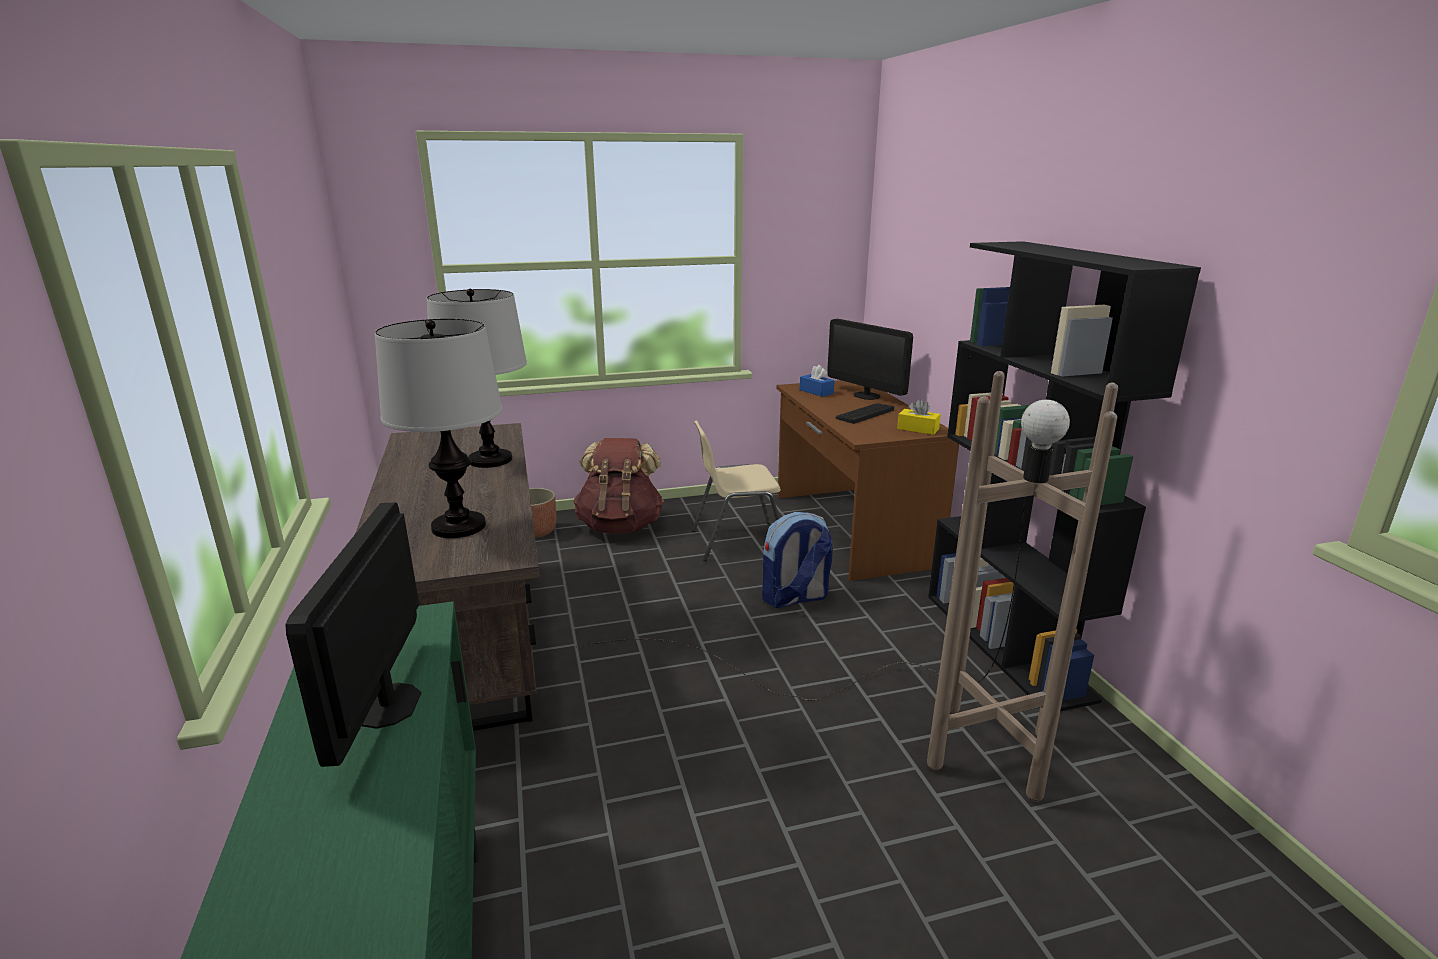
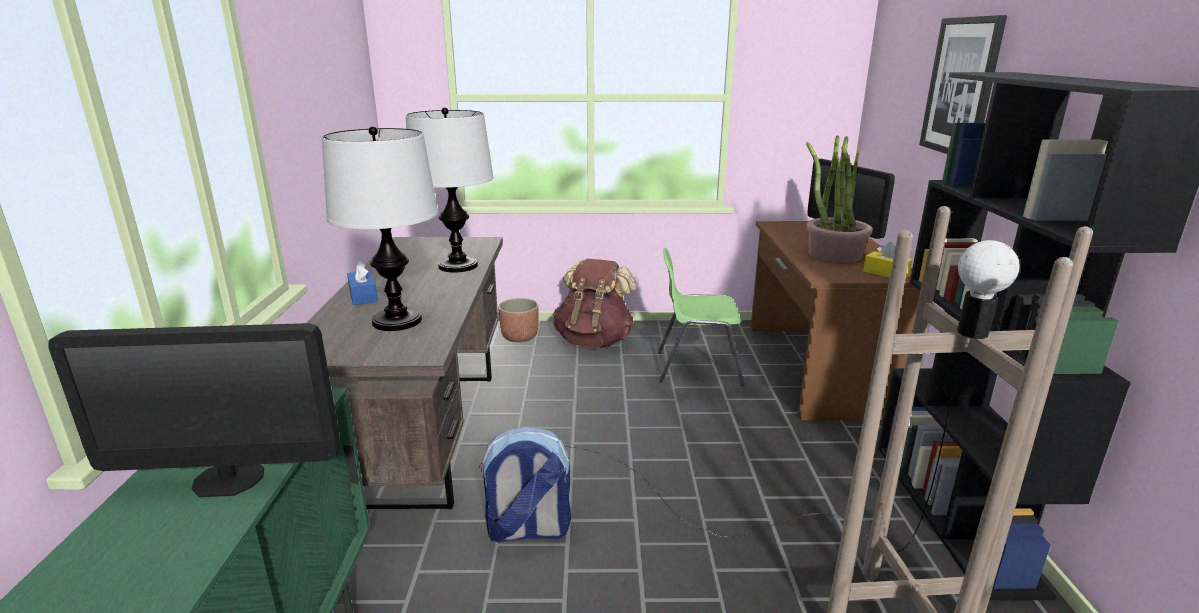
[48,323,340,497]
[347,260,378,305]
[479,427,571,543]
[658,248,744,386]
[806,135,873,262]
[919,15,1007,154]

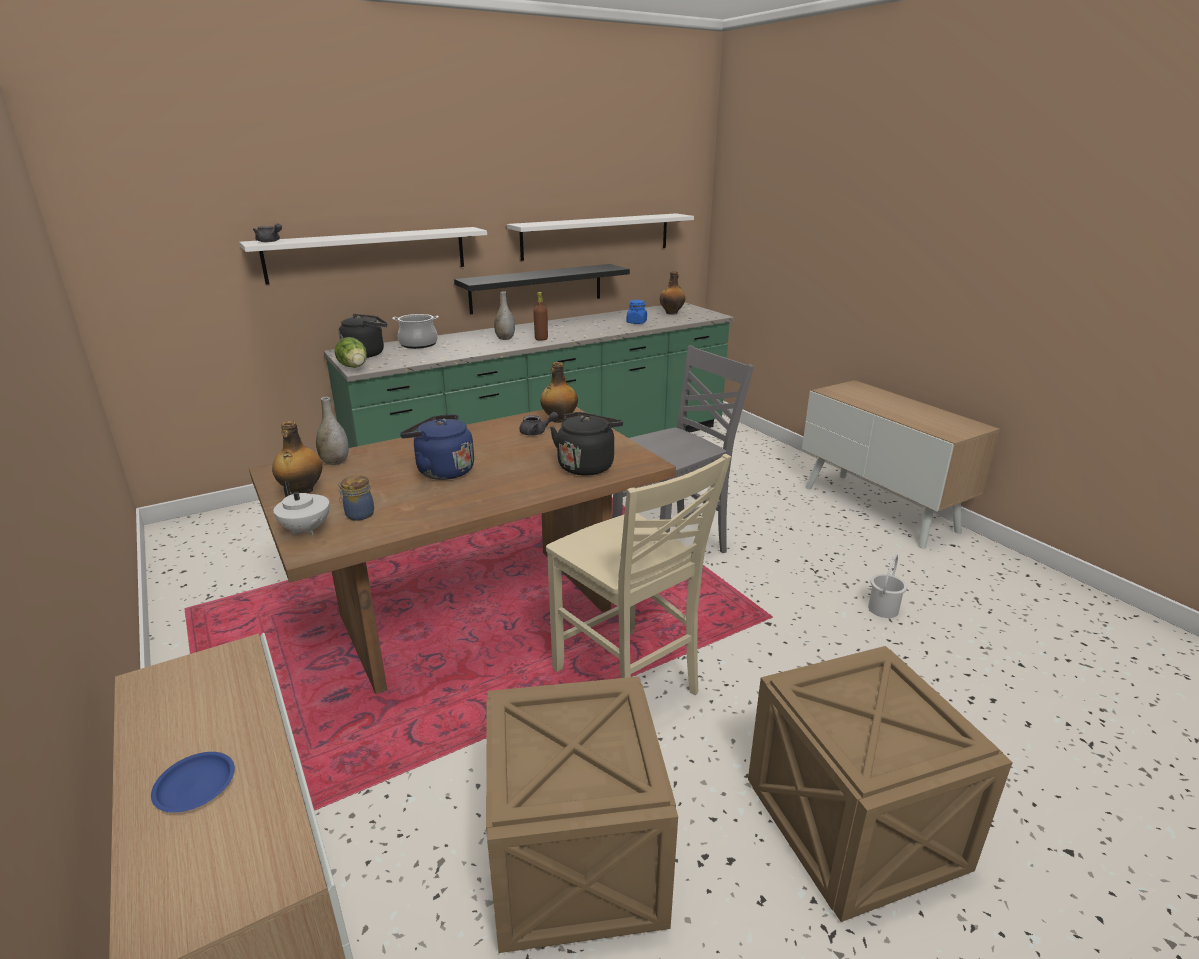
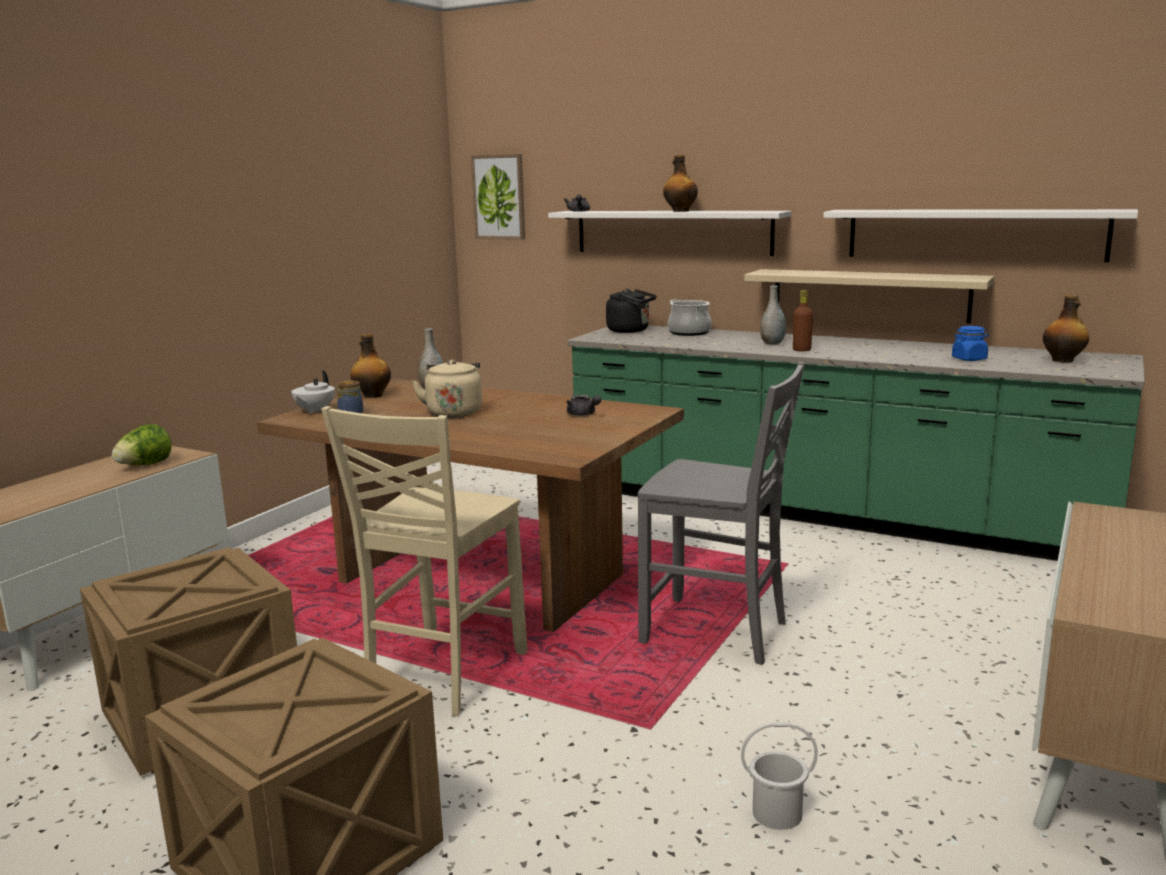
[112,424,172,465]
[412,360,482,418]
[471,154,525,240]
[663,155,698,212]
[744,269,994,323]
[151,752,235,813] (first image)
[550,412,623,476] (first image)

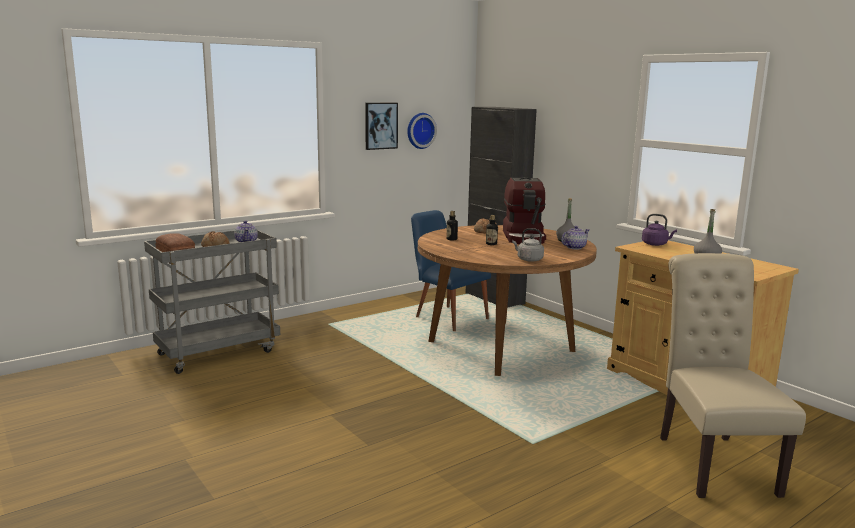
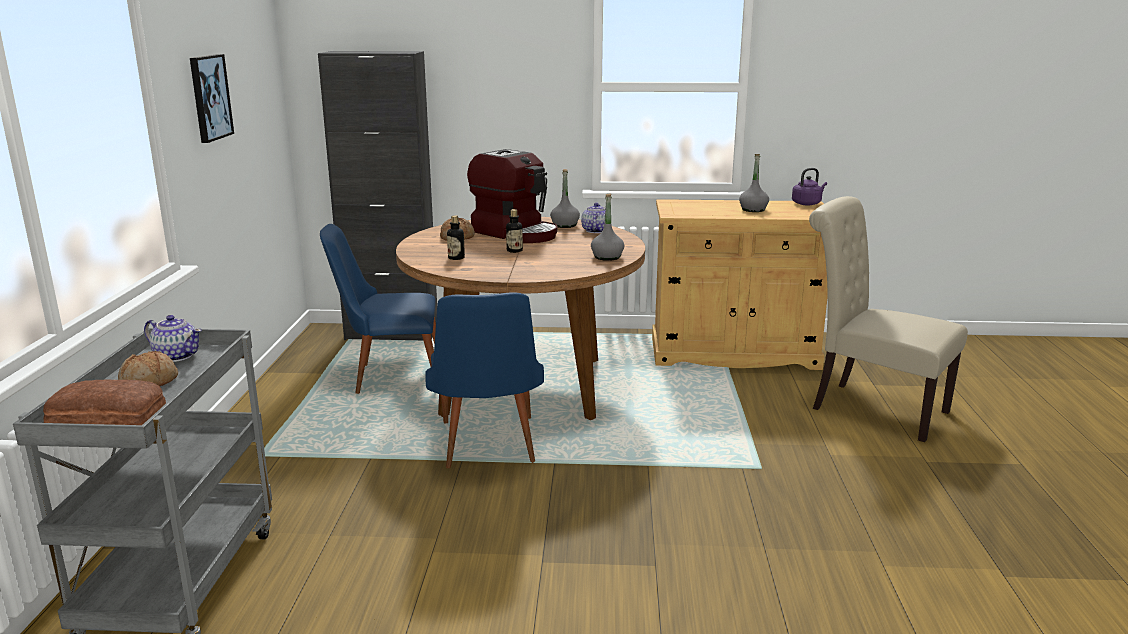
[425,292,544,468]
[591,194,624,261]
[792,168,827,206]
[407,113,437,149] (first image)

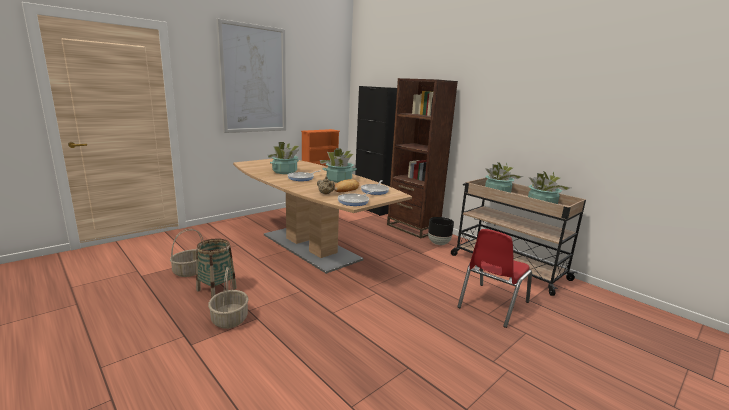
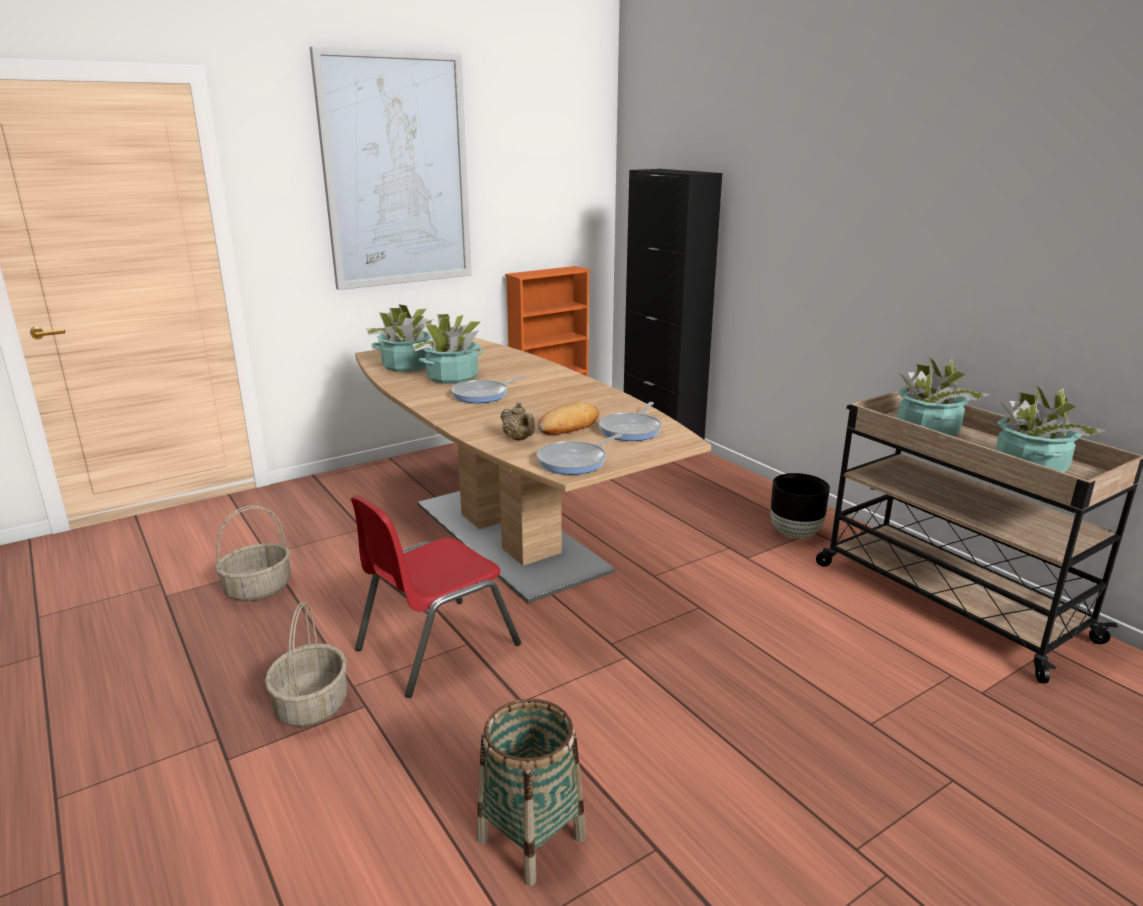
[351,495,521,698]
[365,304,433,372]
[477,699,586,886]
[387,78,458,238] (first image)

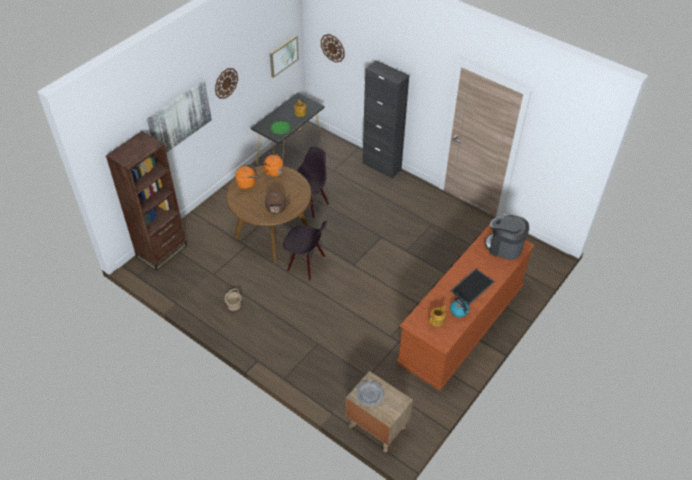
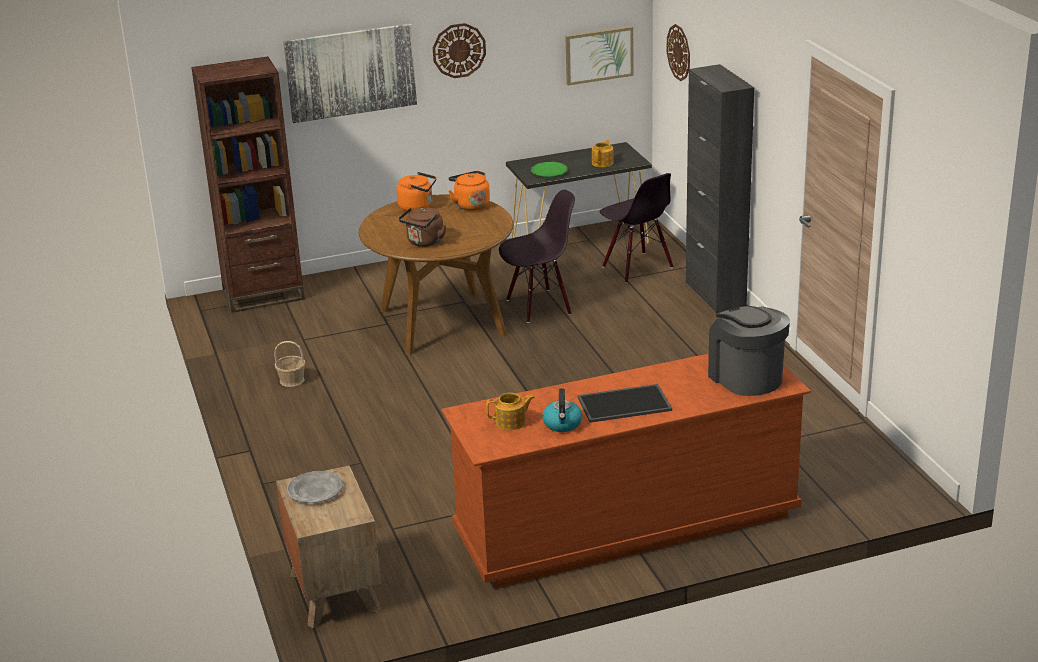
[599,173,674,283]

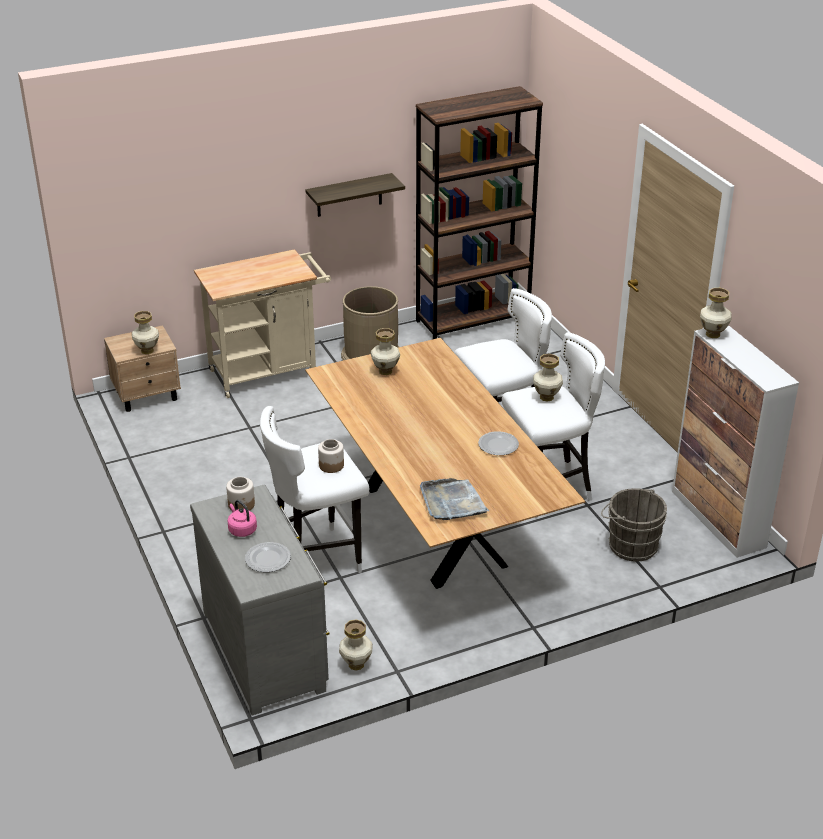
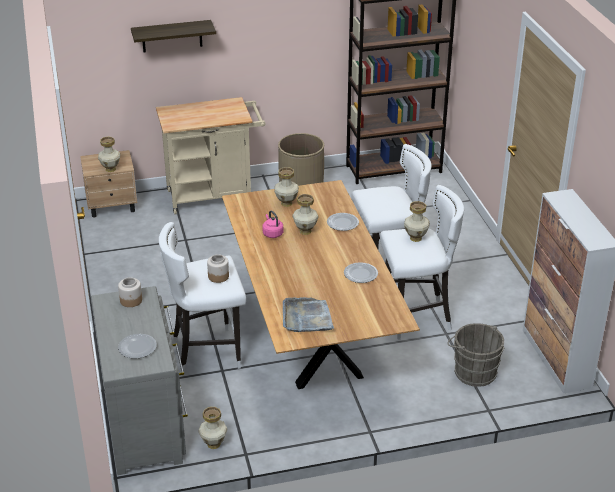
[131,20,216,53]
[262,211,283,238]
[292,194,319,235]
[327,213,359,231]

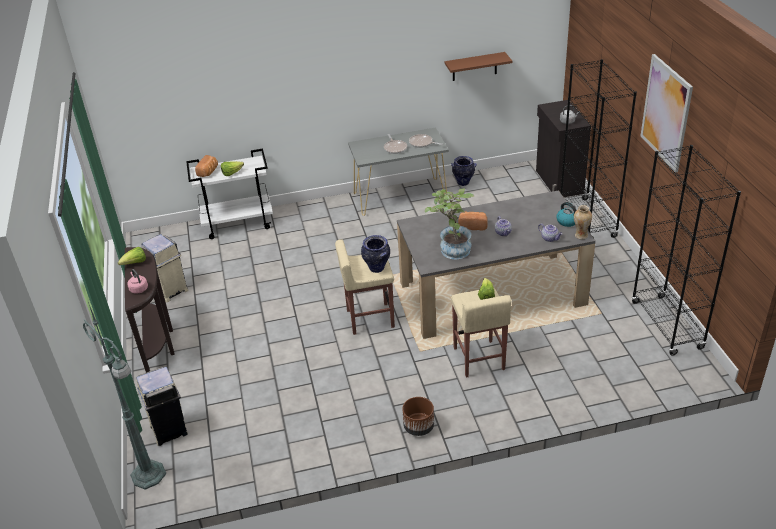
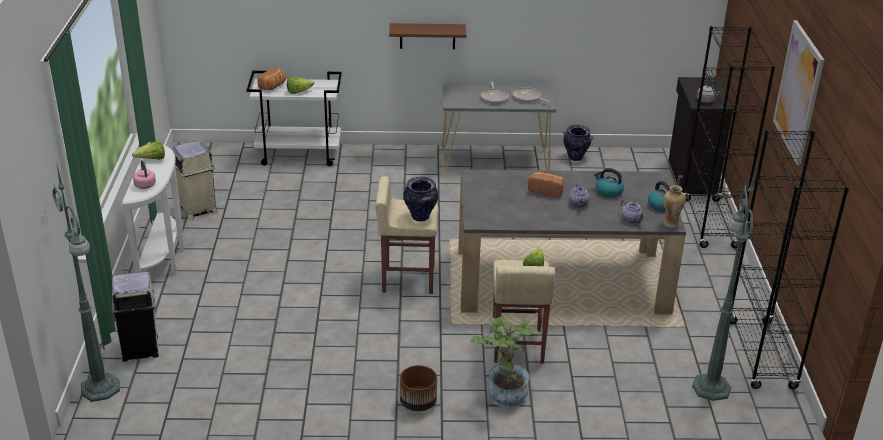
[122,142,185,274]
[389,23,466,49]
[471,317,539,408]
[594,168,624,198]
[692,166,756,401]

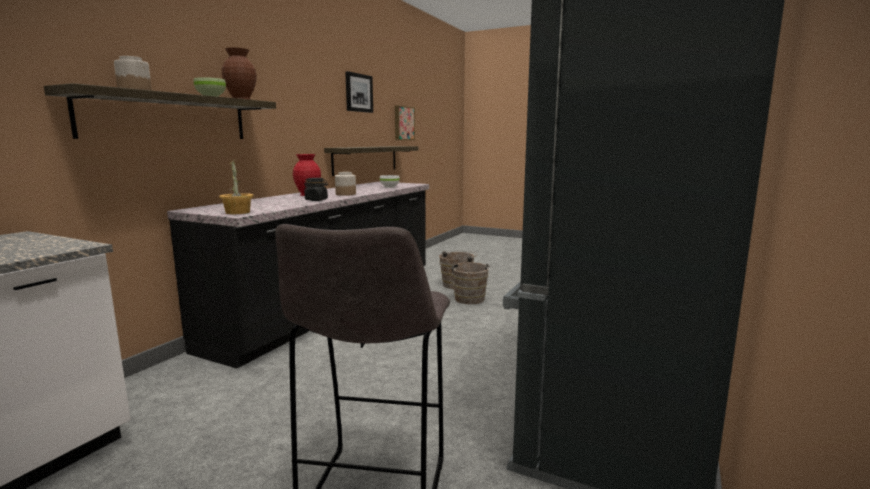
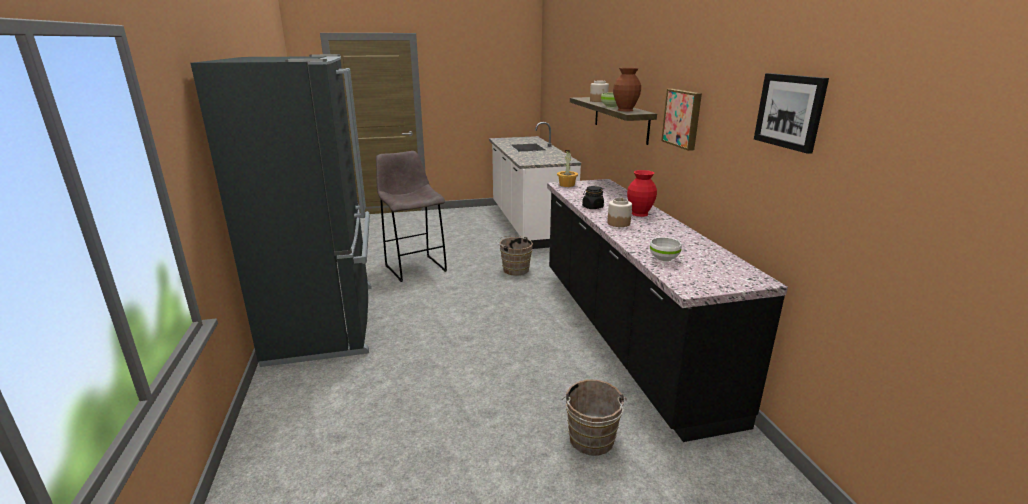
[496,235,533,276]
[661,89,702,151]
[324,146,418,176] (first image)

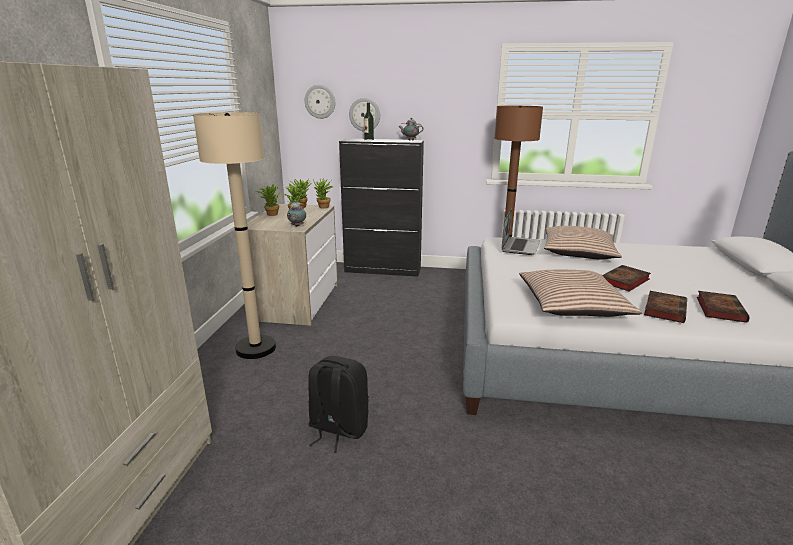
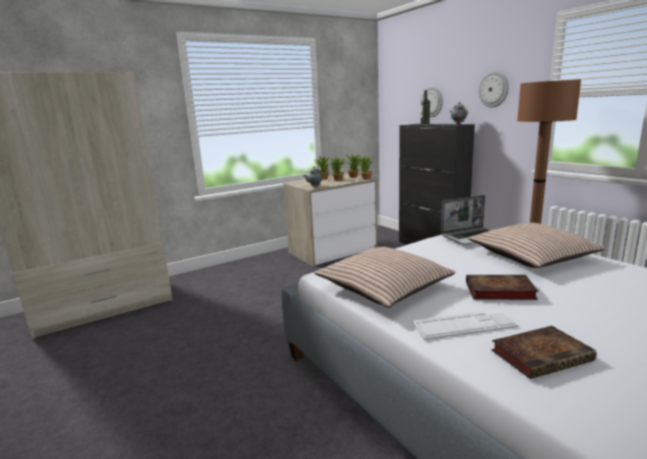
[412,309,519,340]
[478,71,509,107]
[193,112,276,359] (first image)
[308,356,369,453] (first image)

